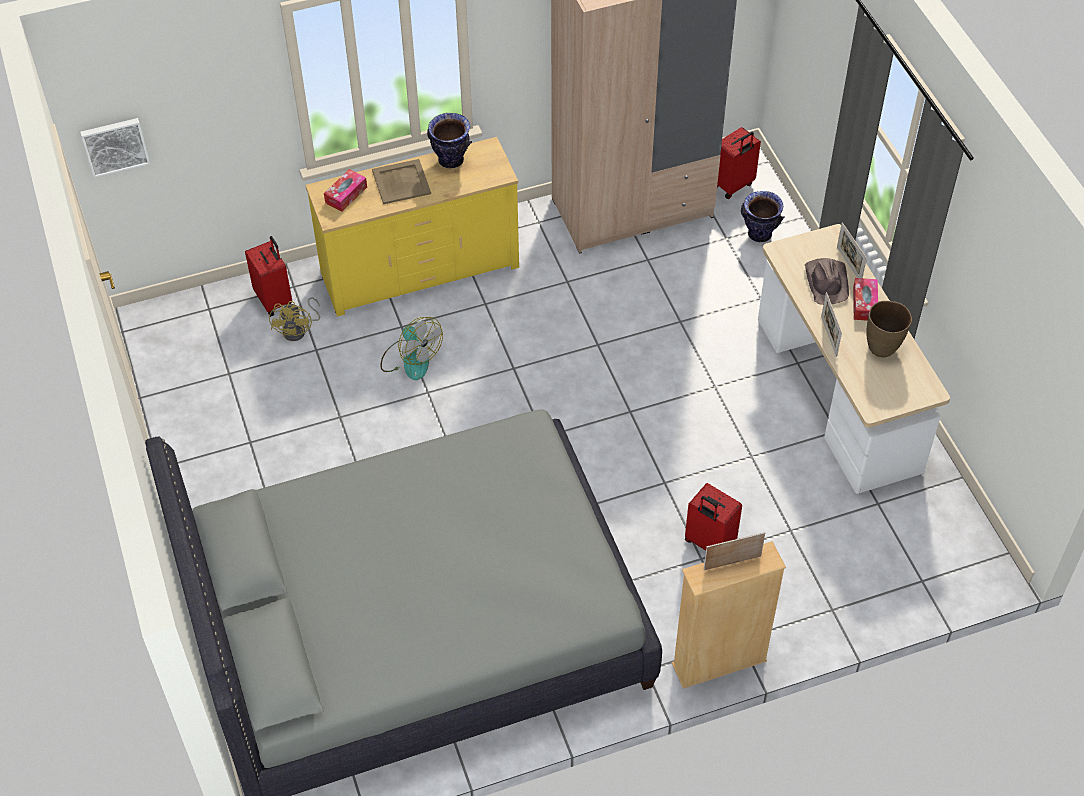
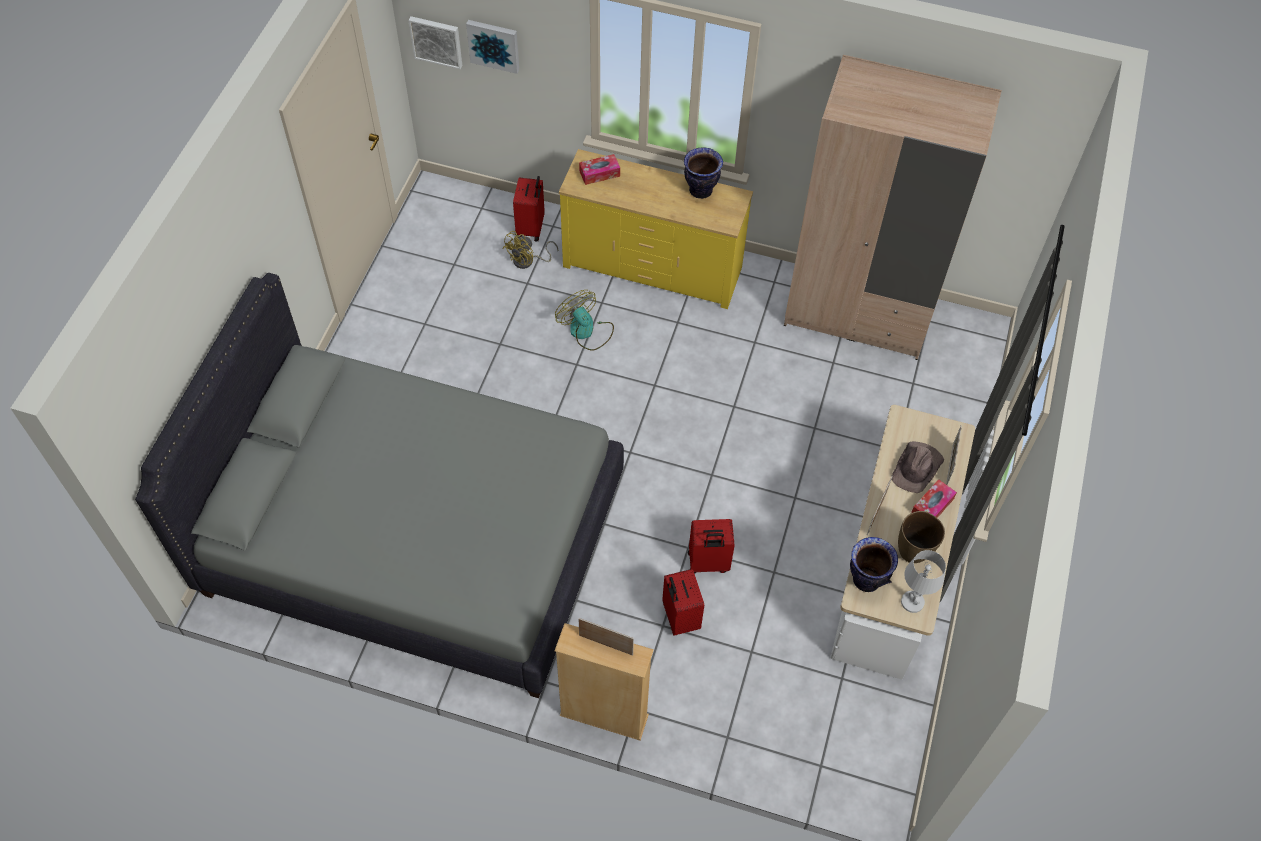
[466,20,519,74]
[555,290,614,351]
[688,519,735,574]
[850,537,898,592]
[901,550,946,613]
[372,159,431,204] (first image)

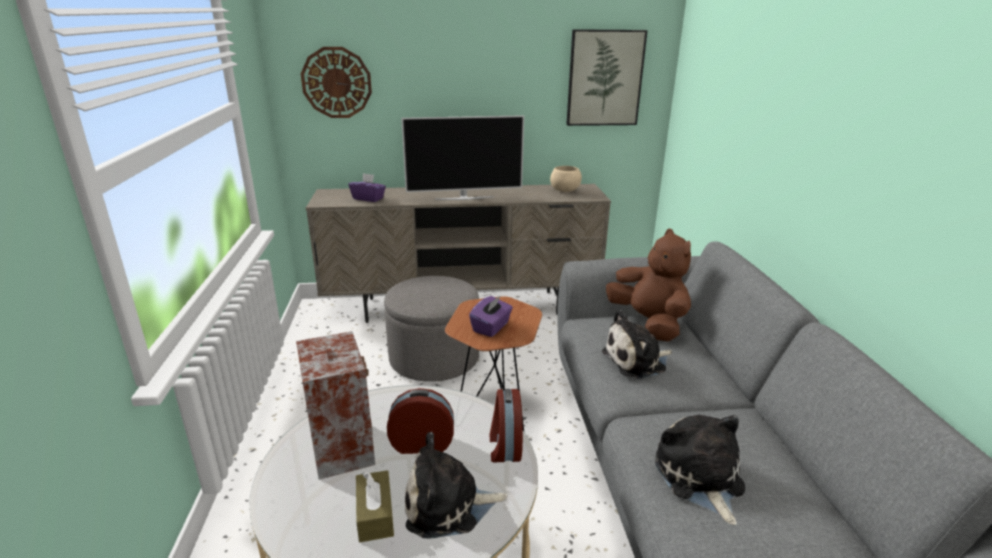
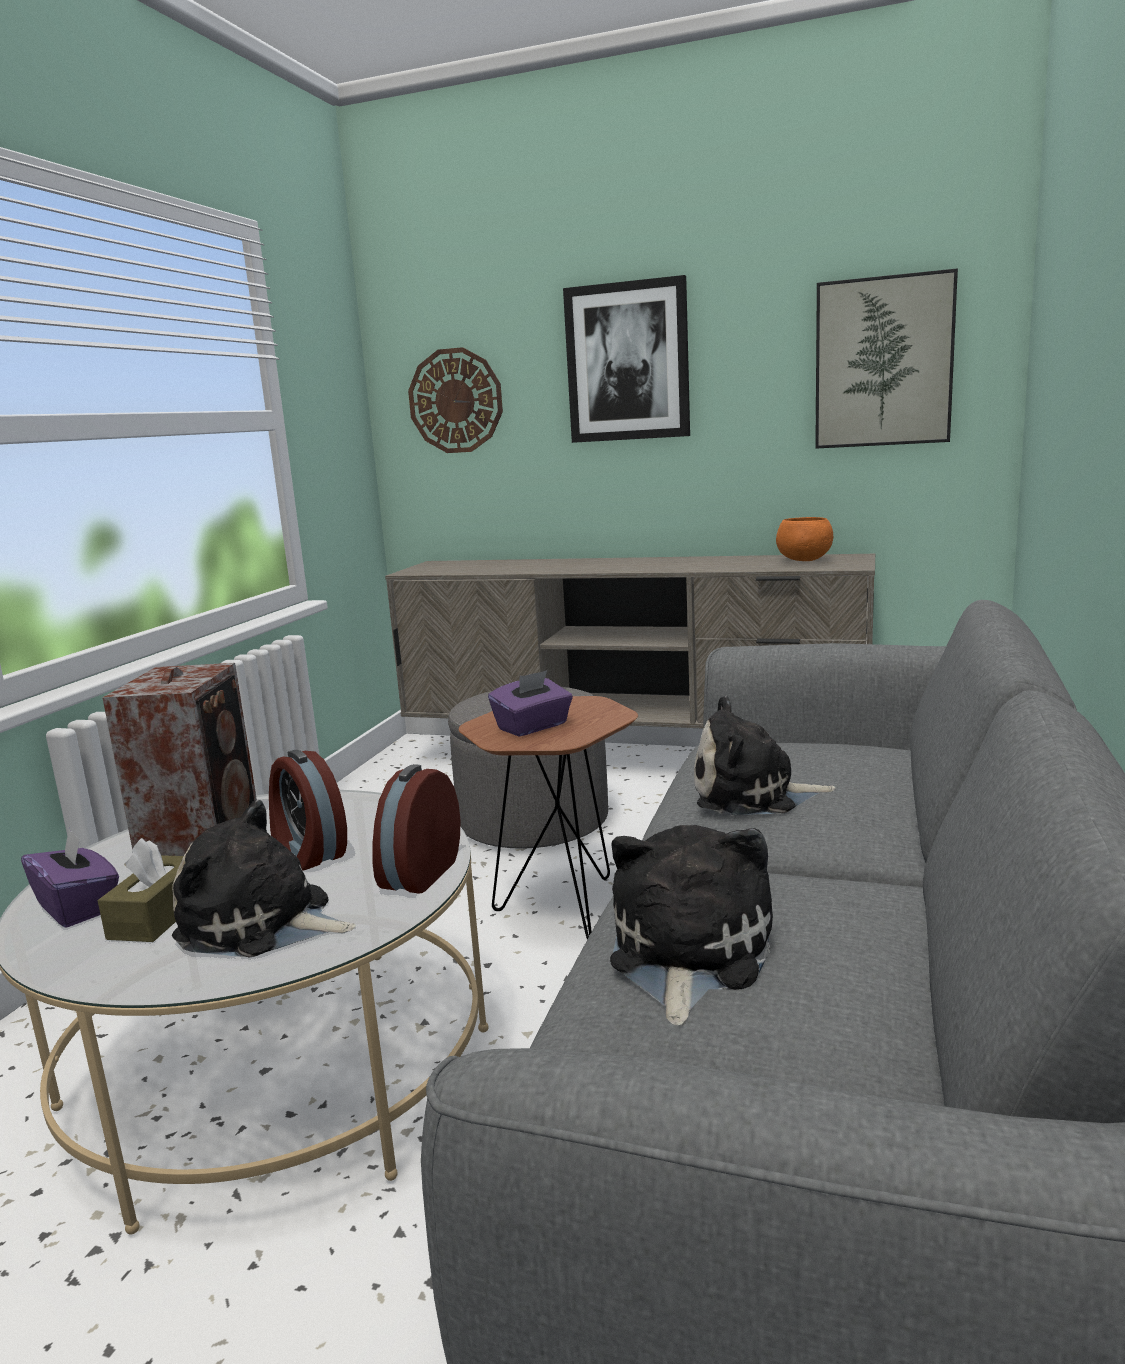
[21,828,119,927]
[269,750,347,871]
[563,275,690,443]
[776,517,833,561]
[401,115,524,200] (first image)
[606,229,691,342] (first image)

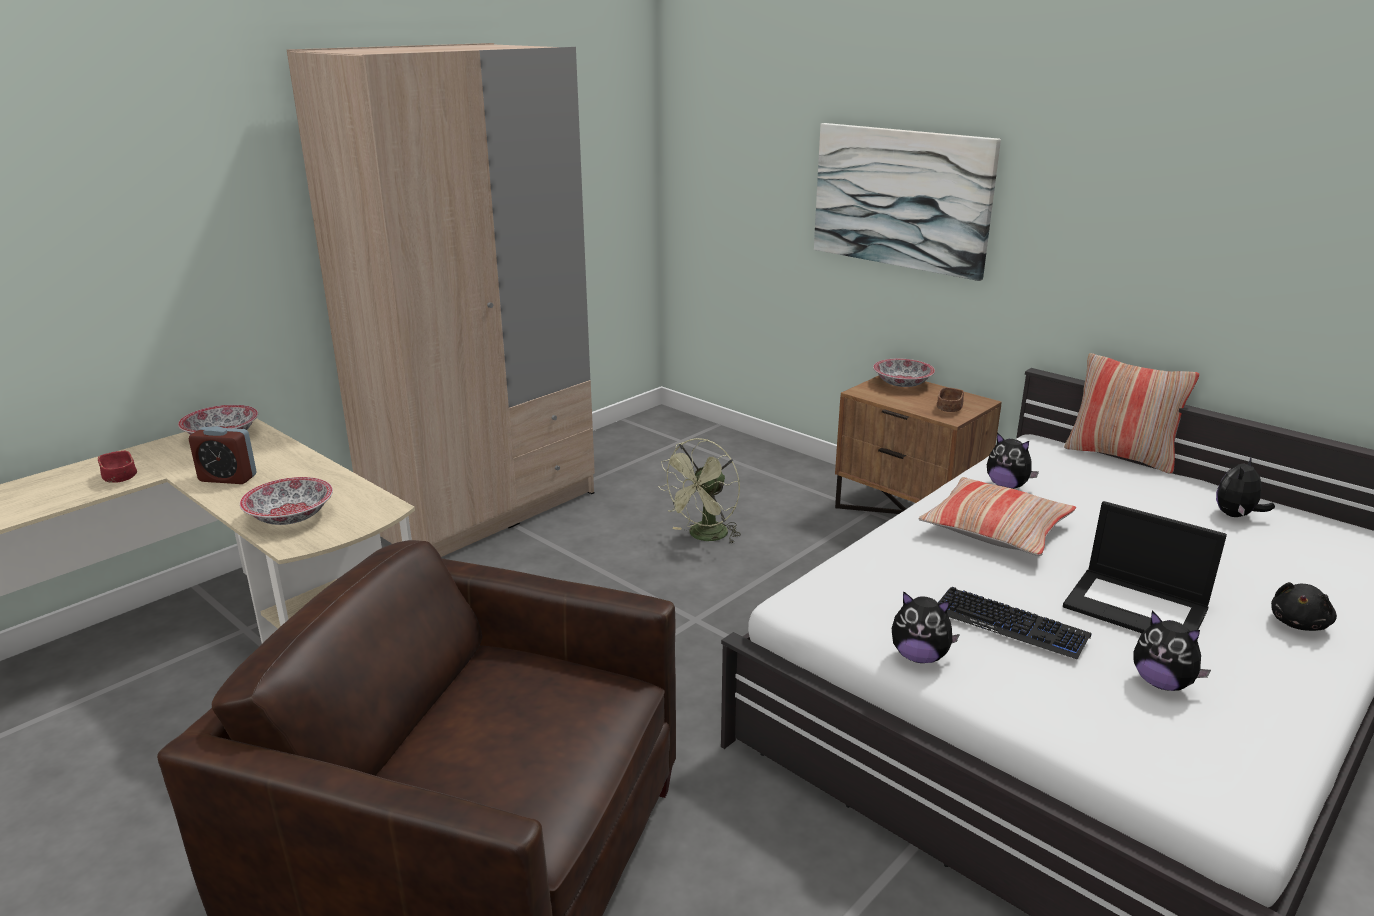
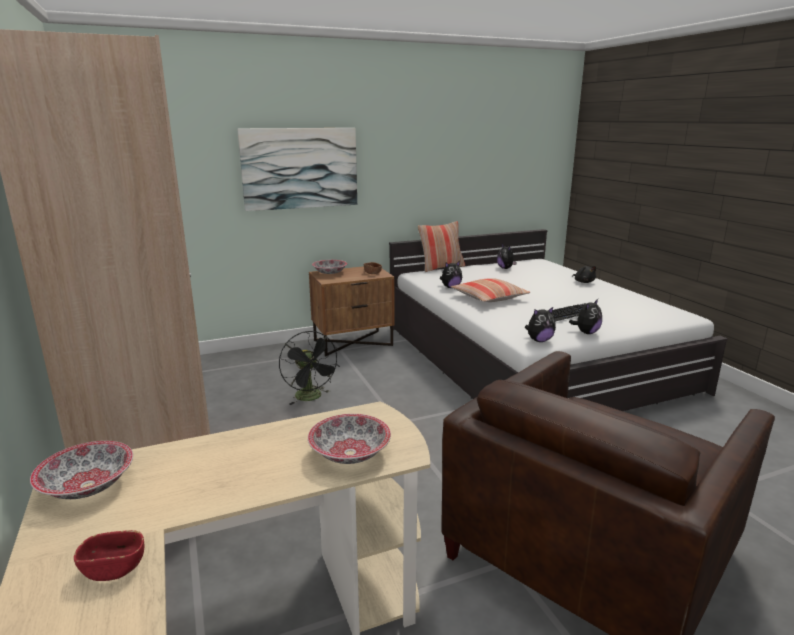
[279,331,340,405]
[525,307,556,342]
[189,426,257,484] (first image)
[1063,501,1227,633] (first image)

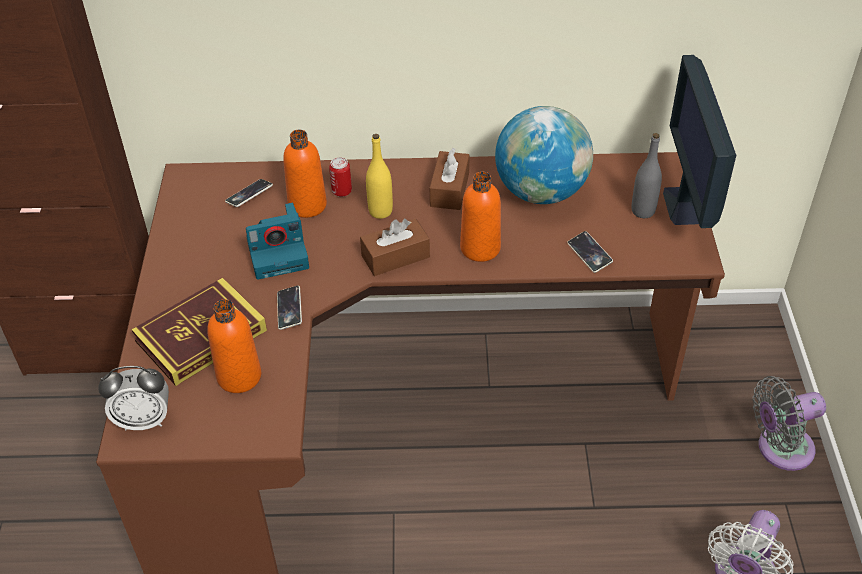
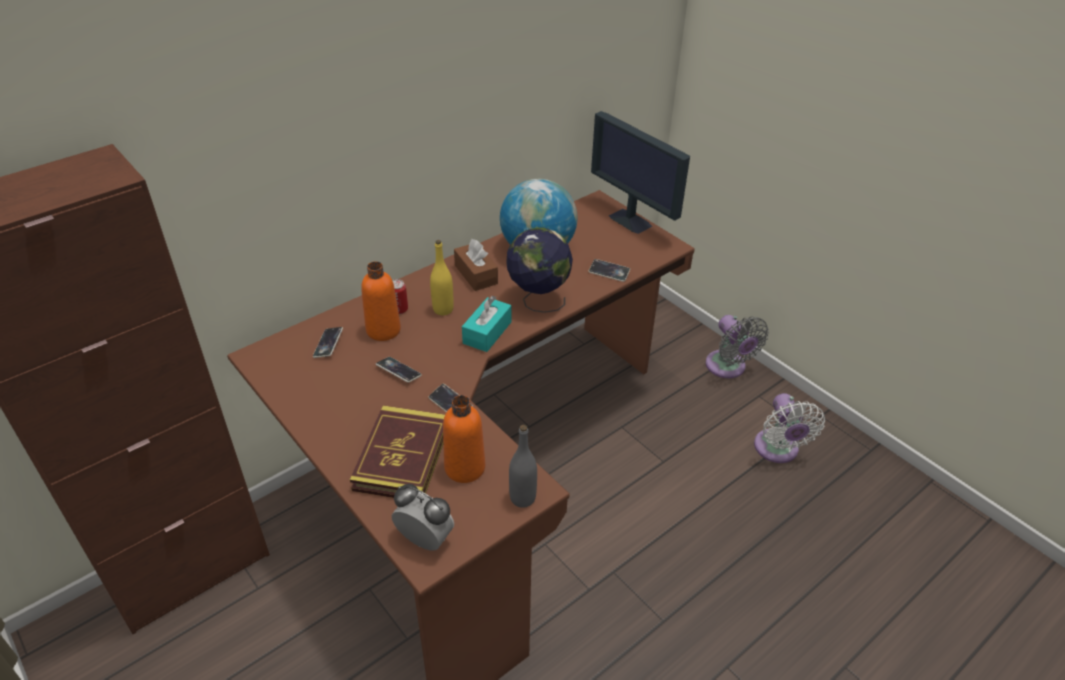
[376,357,422,382]
[392,484,454,551]
[462,296,511,352]
[506,227,573,313]
[509,425,537,508]
[706,315,769,378]

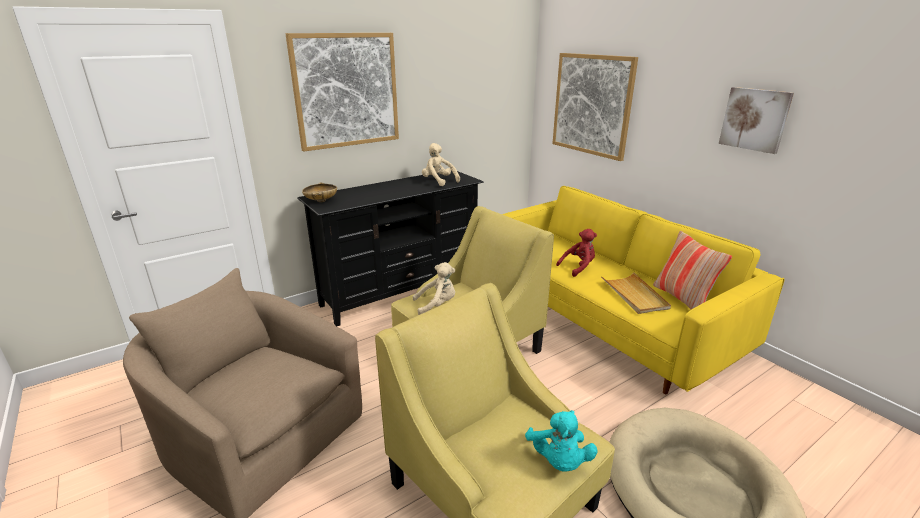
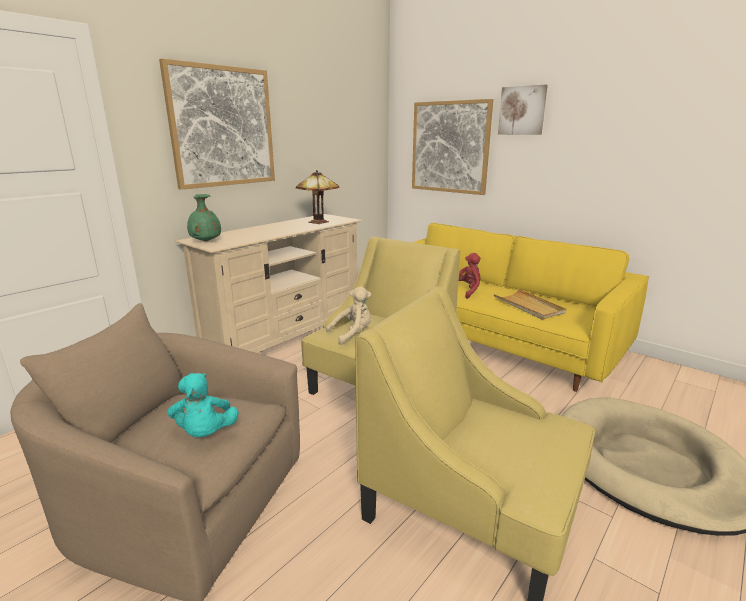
[167,373,239,437]
[175,214,362,353]
[187,194,221,242]
[296,170,339,224]
[498,85,548,135]
[653,231,732,309] (first image)

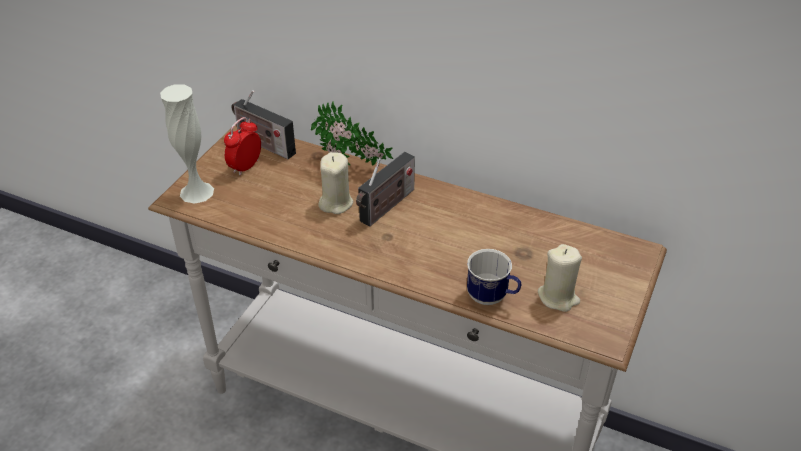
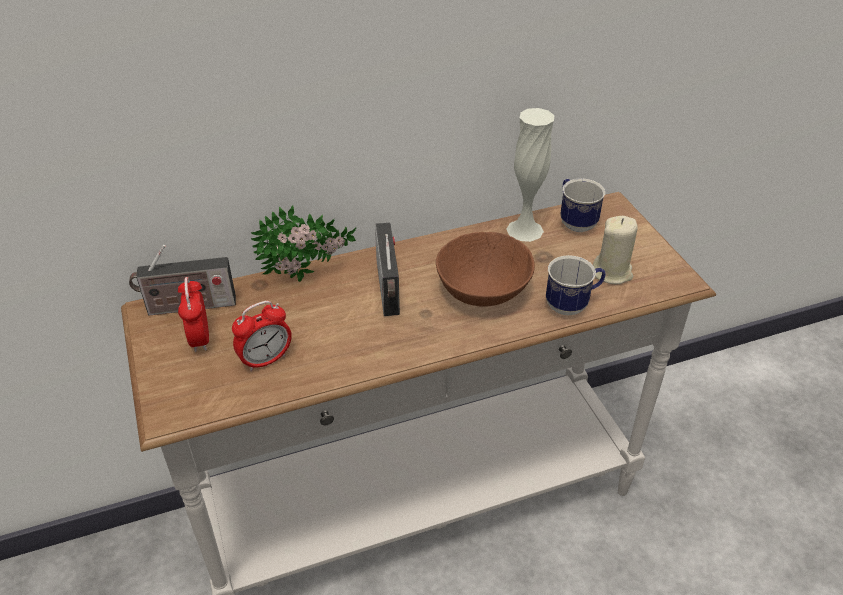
[232,301,292,372]
[436,232,535,307]
[506,108,554,242]
[560,179,605,232]
[318,152,353,214] (first image)

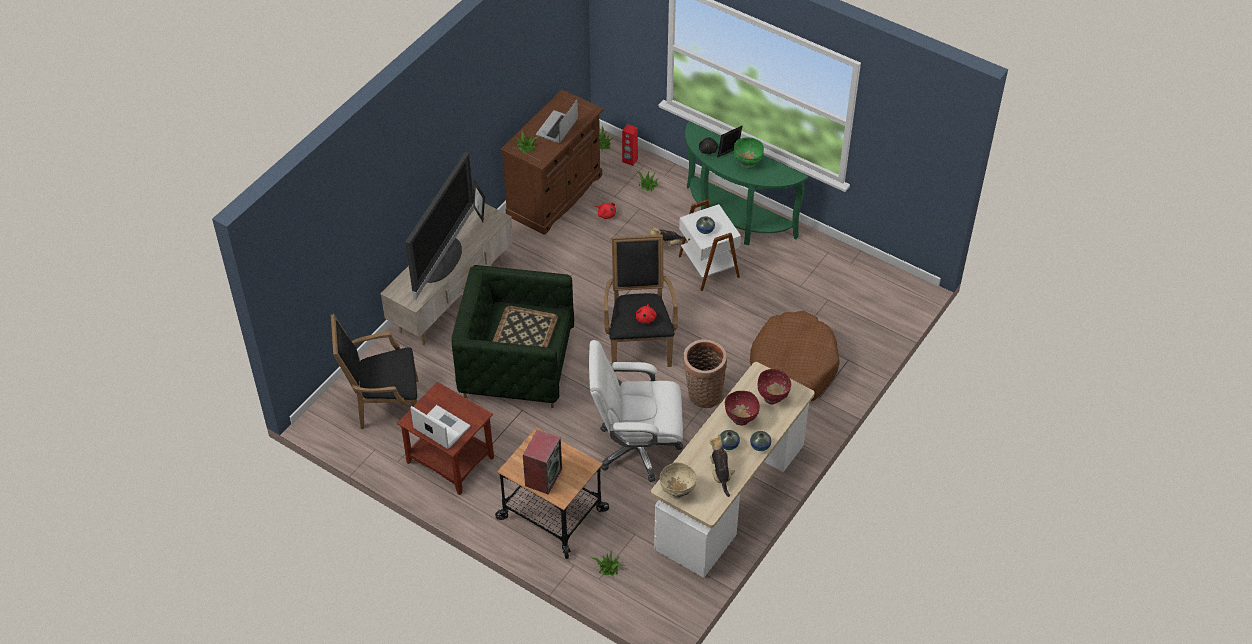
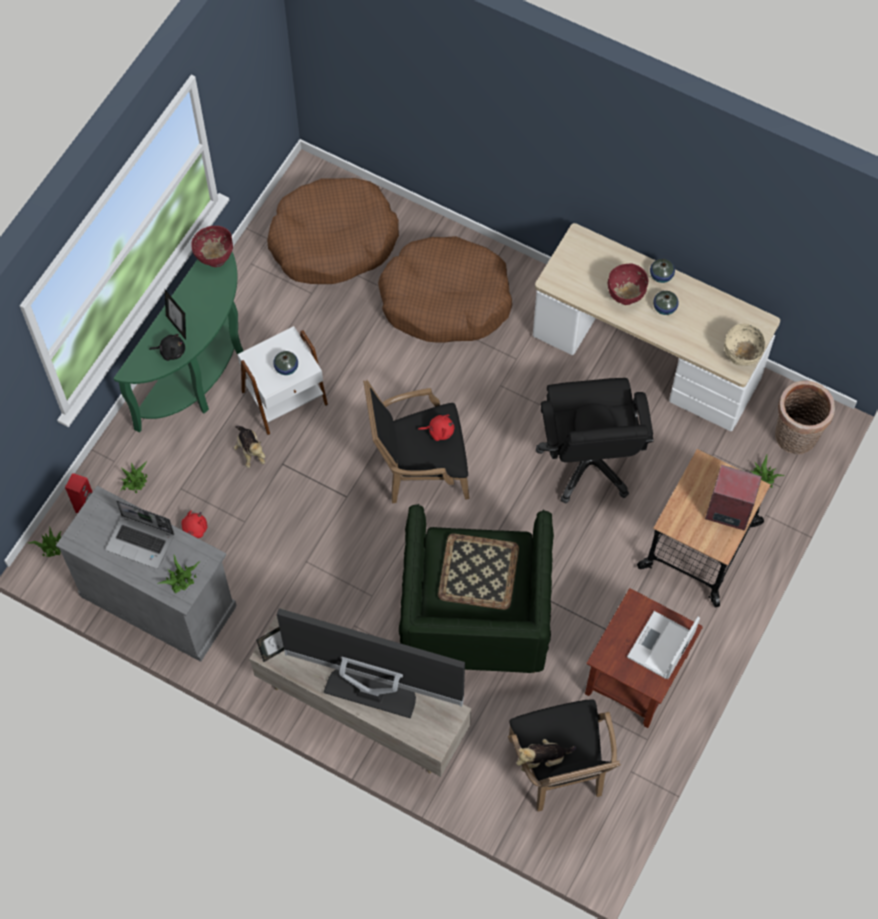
[56,486,237,662]
[191,226,233,267]
[267,178,399,284]
[516,739,576,771]
[536,378,654,503]
[775,380,835,454]
[734,137,764,169] (first image)

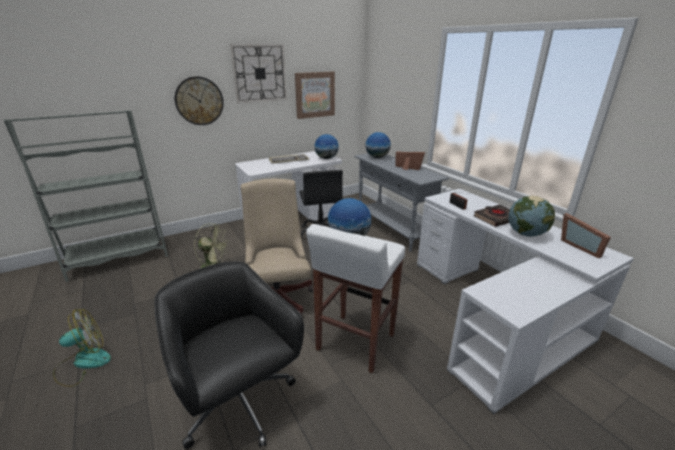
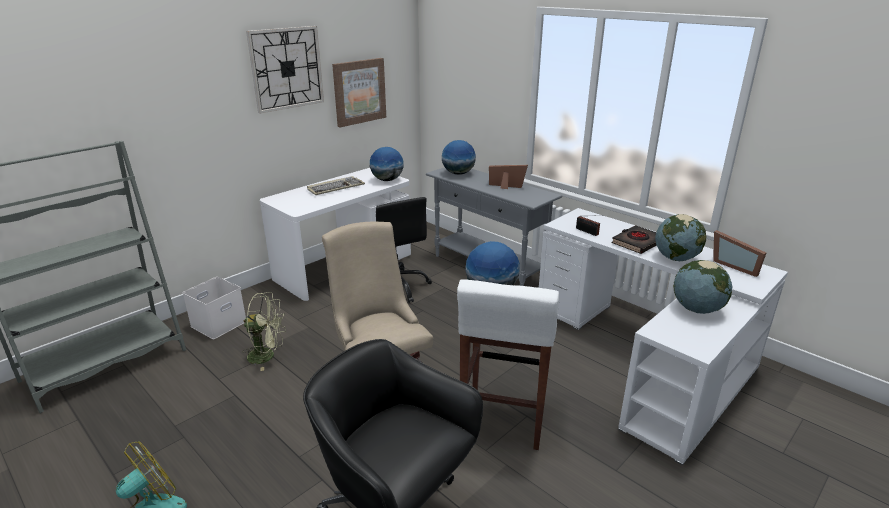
[183,277,246,339]
[673,260,733,314]
[175,76,224,125] (first image)

